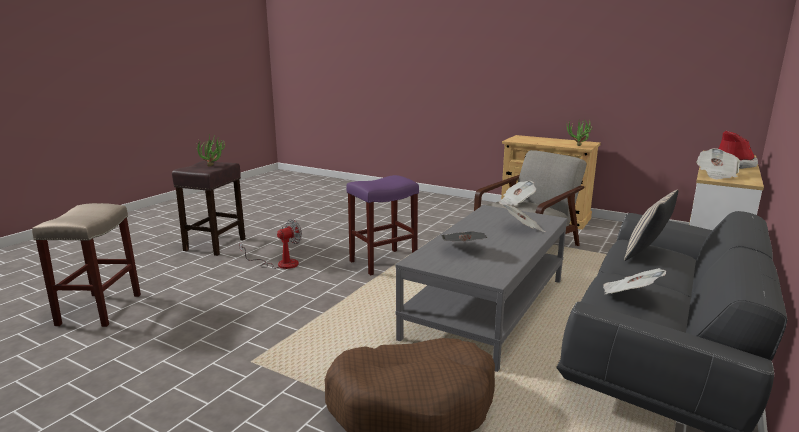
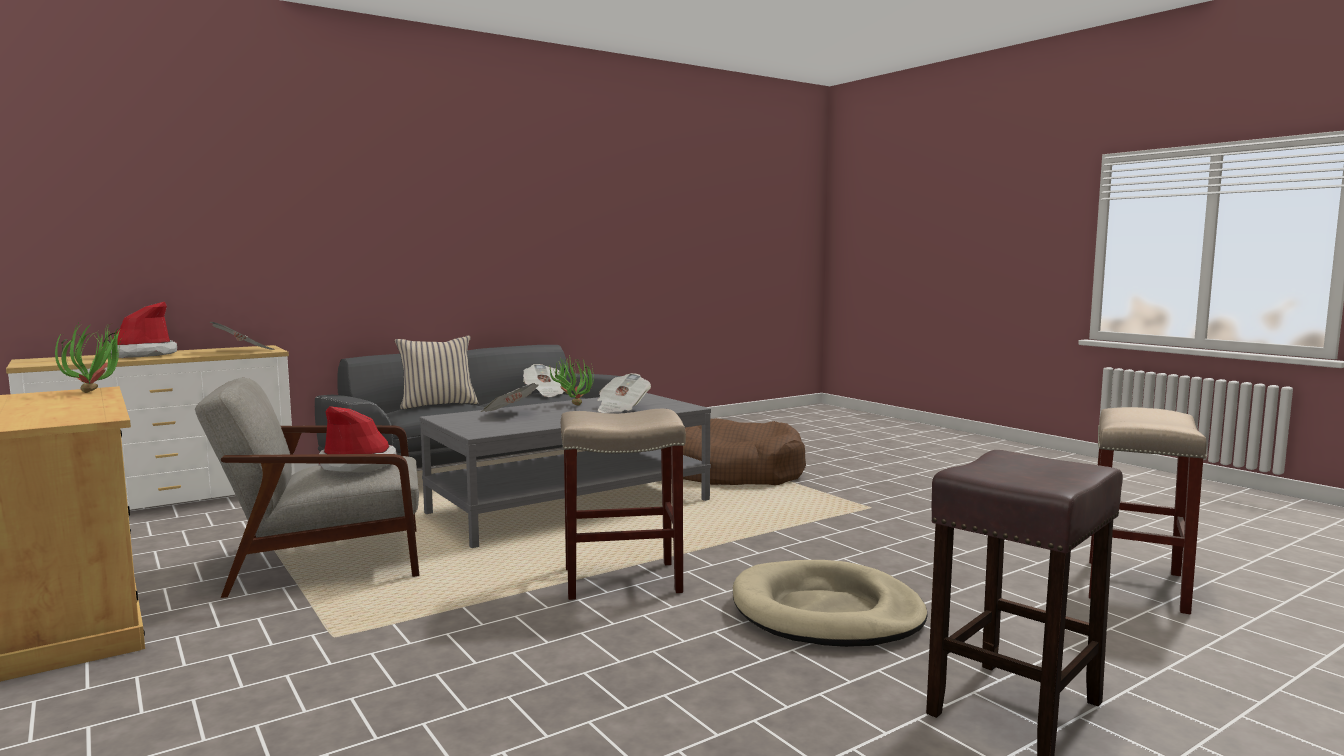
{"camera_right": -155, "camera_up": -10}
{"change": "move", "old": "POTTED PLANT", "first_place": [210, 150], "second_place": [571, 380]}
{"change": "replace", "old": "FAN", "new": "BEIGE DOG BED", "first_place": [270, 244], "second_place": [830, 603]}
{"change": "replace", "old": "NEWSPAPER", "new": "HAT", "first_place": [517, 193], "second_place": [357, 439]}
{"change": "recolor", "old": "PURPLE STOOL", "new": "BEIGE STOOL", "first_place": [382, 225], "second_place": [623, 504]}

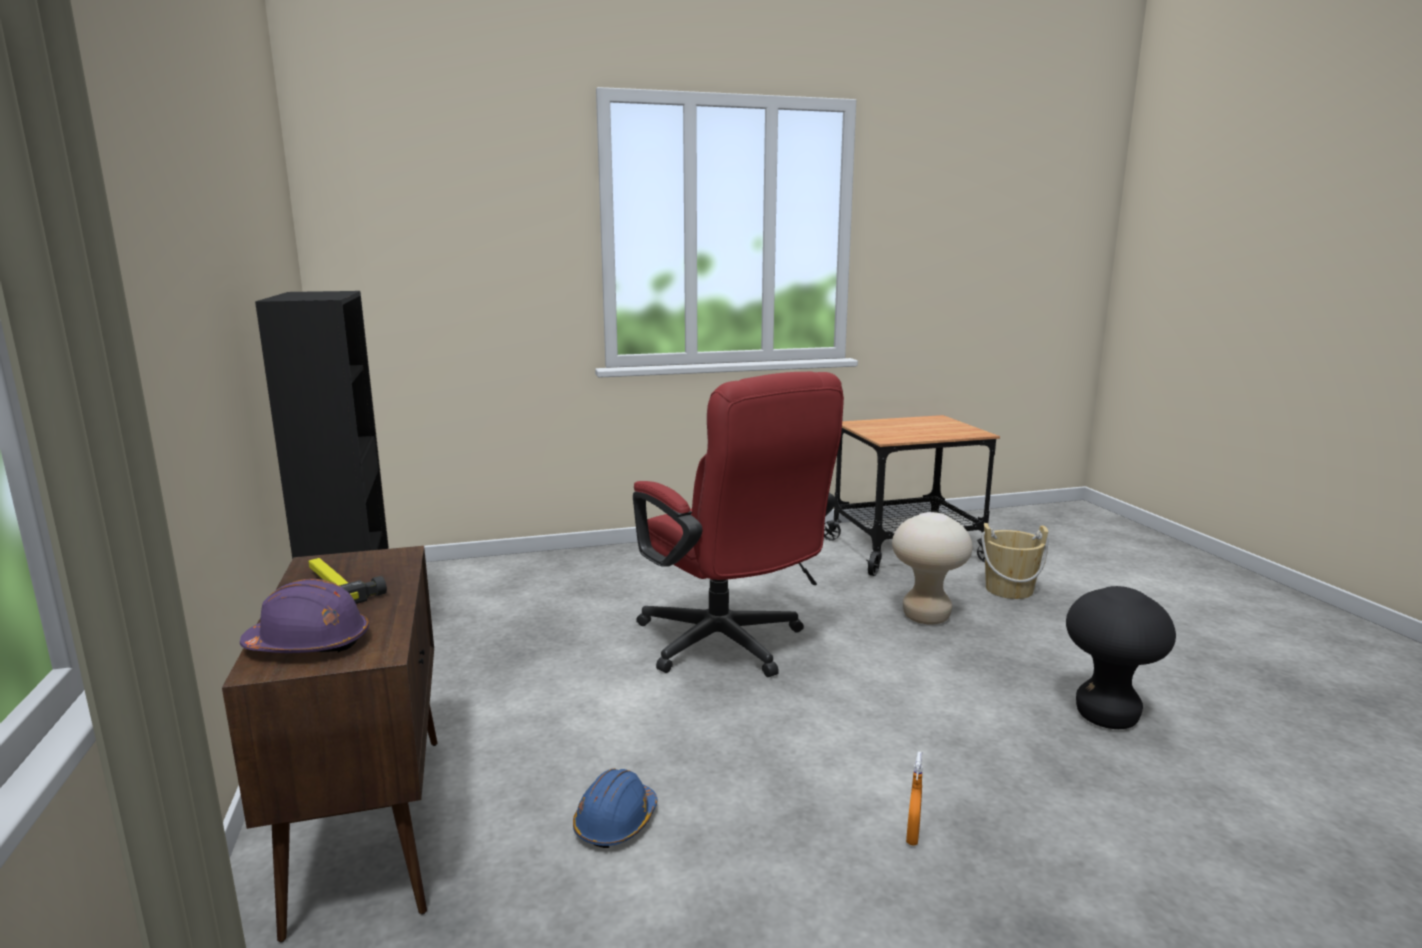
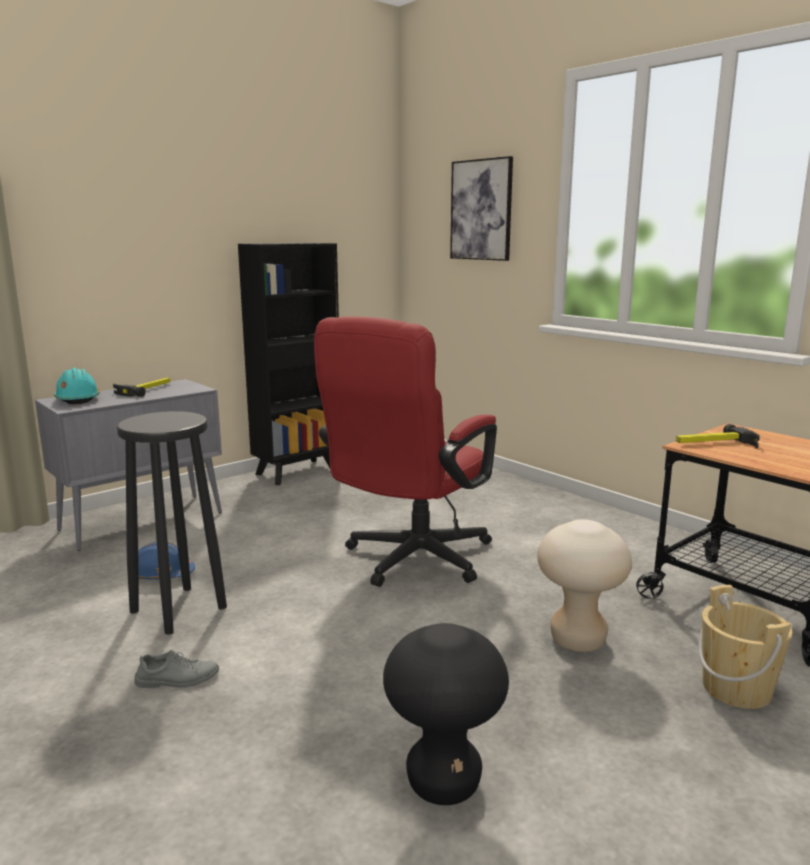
{"camera_right": 65, "camera_up": 0}
{"change": "insert", "new": "BLACK STOOL", "second_place": [172, 523]}
{"change": "insert", "new": "PICTURE", "second_place": [481, 208]}
{"change": "insert", "new": "HAMMER", "second_place": [718, 436]}
{"change": "replace", "old": "ORANGE SPRAY BOTTLE", "new": "GREY SHOE", "first_place": [914, 799], "second_place": [177, 669]}
{"change": "recolor", "old": "BROWN CABINET", "new": "GREY CABINET", "first_place": [329, 744], "second_place": [128, 465]}
{"change": "recolor", "old": "PURPLE HARD HAT", "new": "TURQUOISE HARD HAT", "first_place": [304, 616], "second_place": [77, 386]}

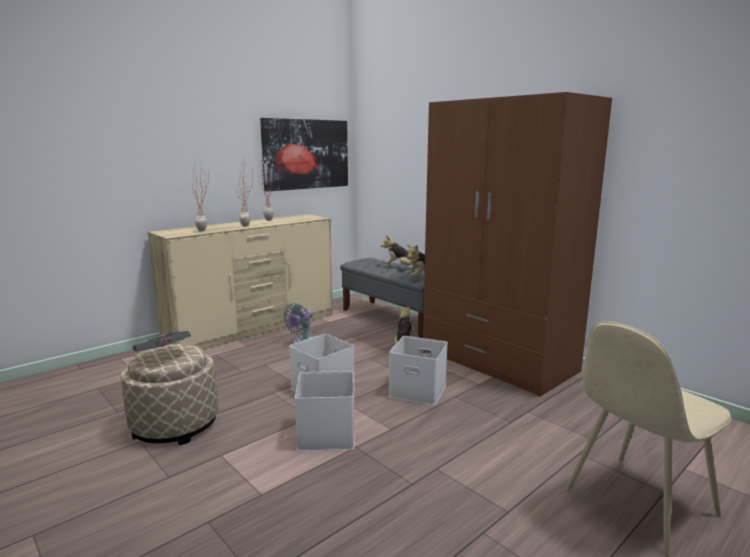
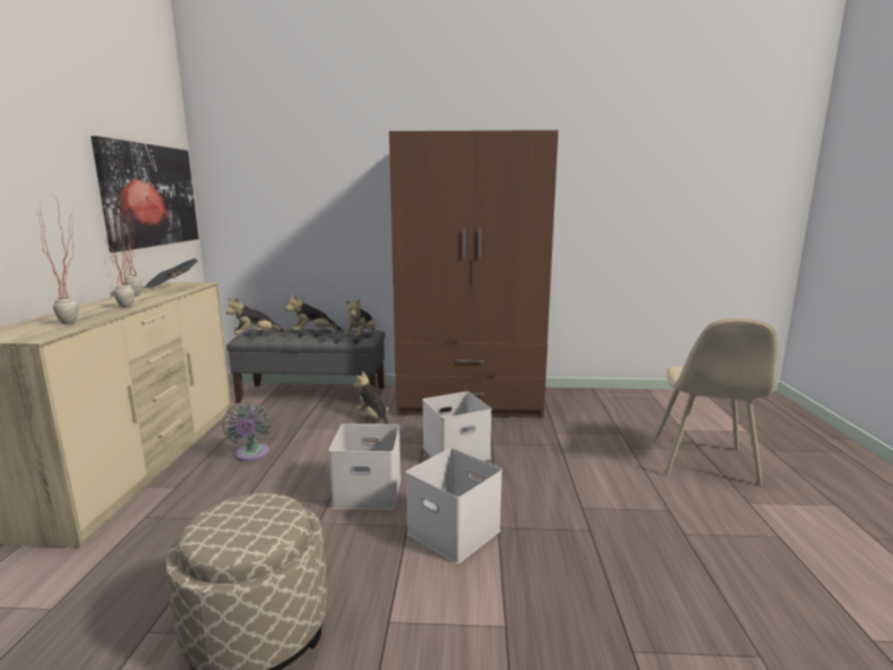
{"camera_right": -45, "camera_up": 0}
{"change": "insert", "new": "PLUSH TOY", "second_place": [255, 316]}
{"change": "move", "old": "NEWSPAPER", "first_place": [161, 341], "second_place": [170, 273]}

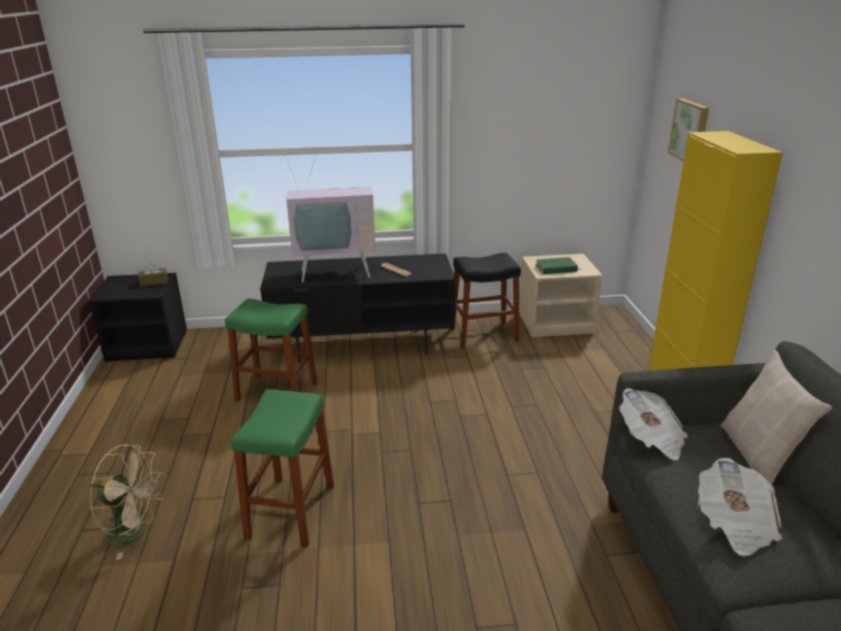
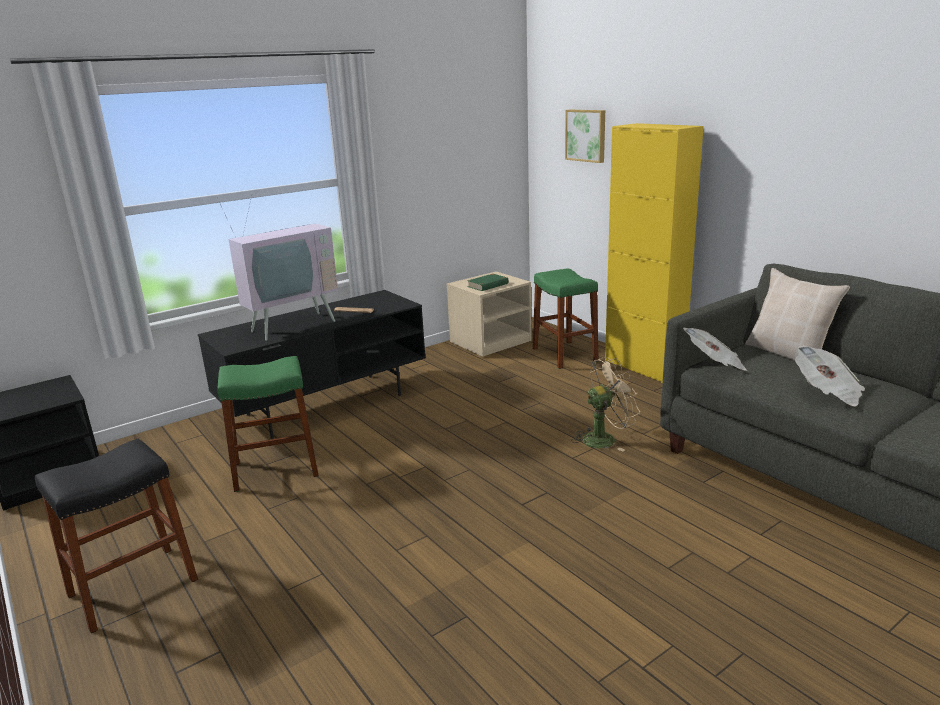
{"camera_right": -30, "camera_up": -5}
{"change": "delete", "old": "BROWN TISSUE BOX", "first_place": [153, 274]}
{"change": "move", "old": "BEIGE FAN", "first_place": [127, 502], "second_place": [605, 404]}
{"change": "move", "old": "GREEN STOOL", "first_place": [282, 468], "second_place": [566, 319]}
{"change": "move", "old": "BLACK STOOL", "first_place": [485, 301], "second_place": [116, 536]}

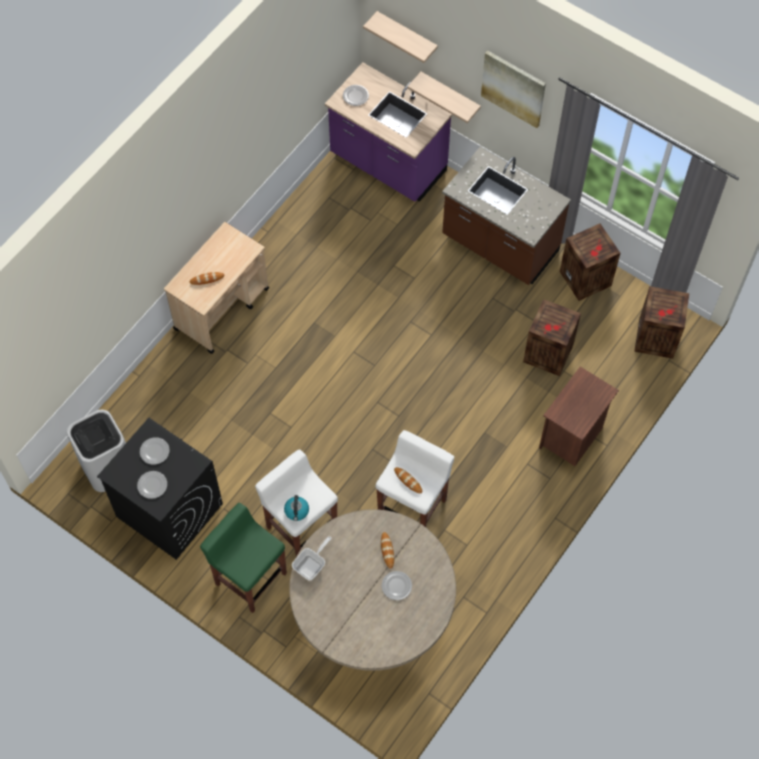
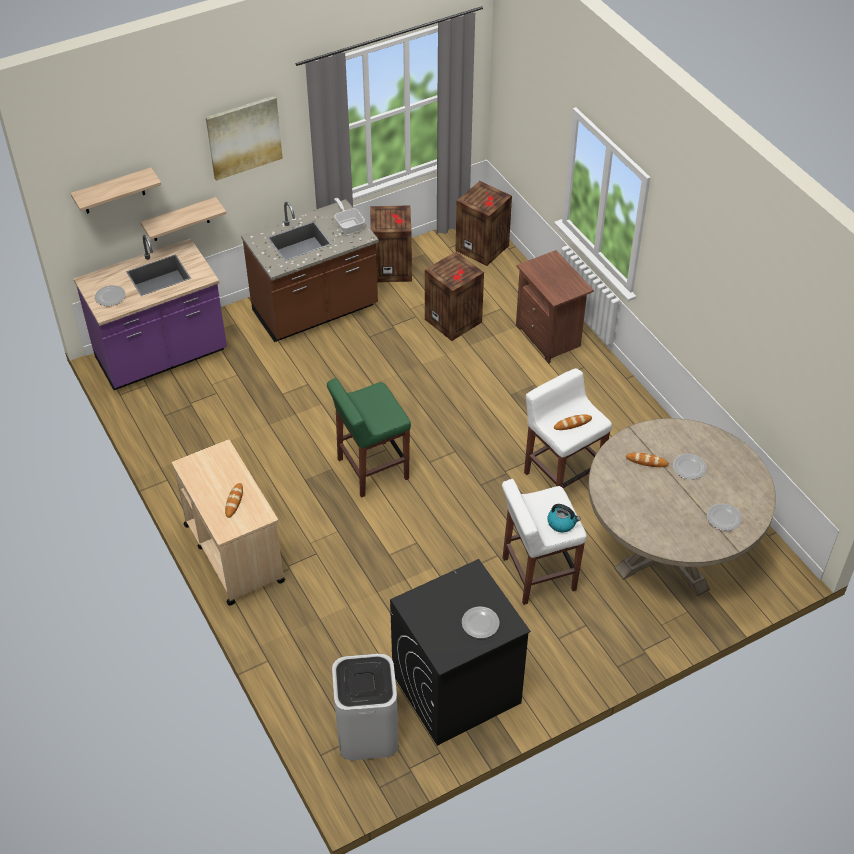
{"camera_right": -65, "camera_up": -15}
{"change": "move", "old": "PLATE", "first_place": [155, 451], "second_place": [724, 517]}
{"change": "move", "old": "GREEN STOOL", "first_place": [243, 558], "second_place": [369, 438]}
{"change": "move", "old": "FRYING PAN", "first_place": [312, 558], "second_place": [349, 216]}

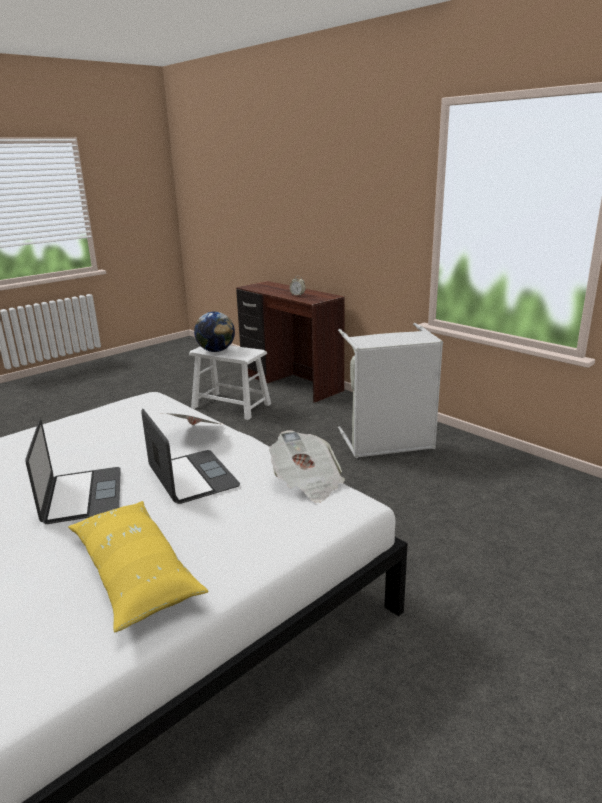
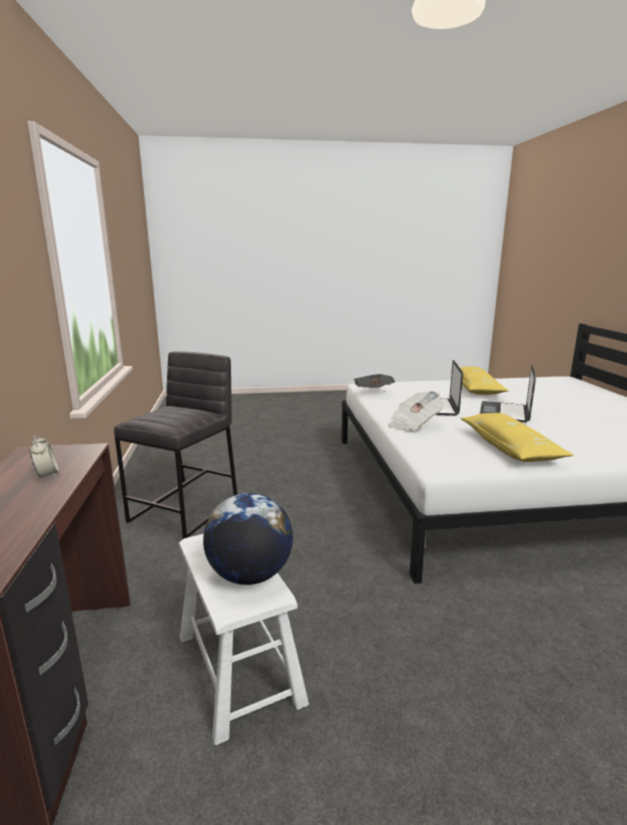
{"camera_right": -145, "camera_up": -5}
{"change": "insert", "new": "YELLOW PILLOW", "second_place": [517, 437]}
{"change": "replace", "old": "GREY LAUNDRY BASKET", "new": "GREY STOOL", "first_place": [390, 390], "second_place": [176, 445]}

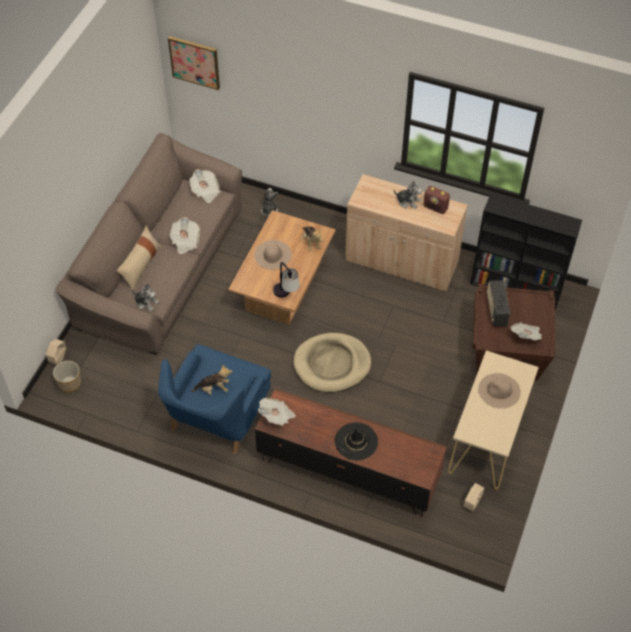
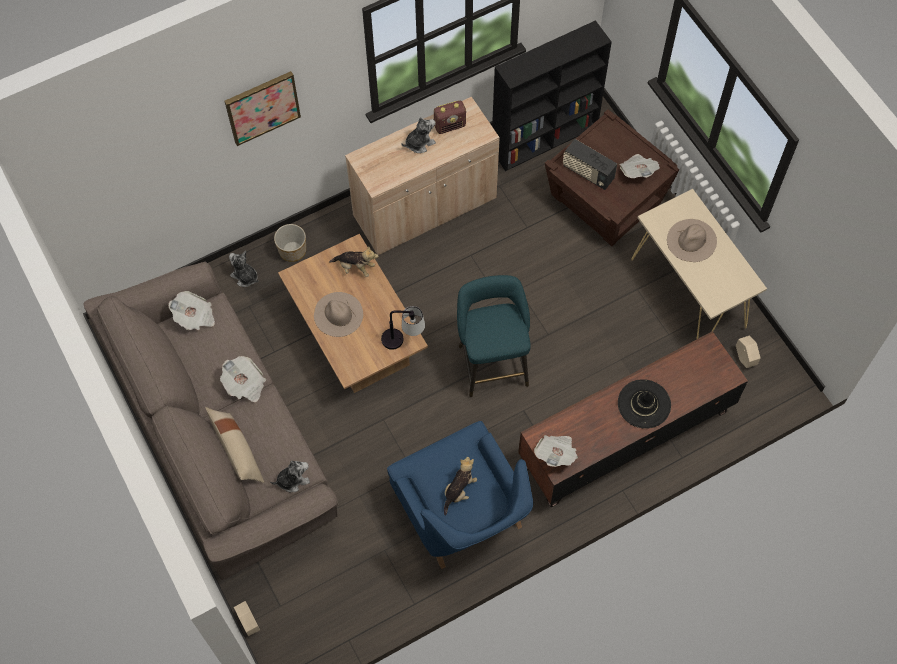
{"camera_right": -50, "camera_up": 10}
{"change": "move", "old": "PLANTER", "first_place": [67, 376], "second_place": [290, 243]}
{"change": "move", "old": "PICTURE", "first_place": [194, 63], "second_place": [263, 108]}
{"change": "replace", "old": "BEIGE DOG BED", "new": "TURQUOISE STOOL", "first_place": [332, 363], "second_place": [494, 336]}

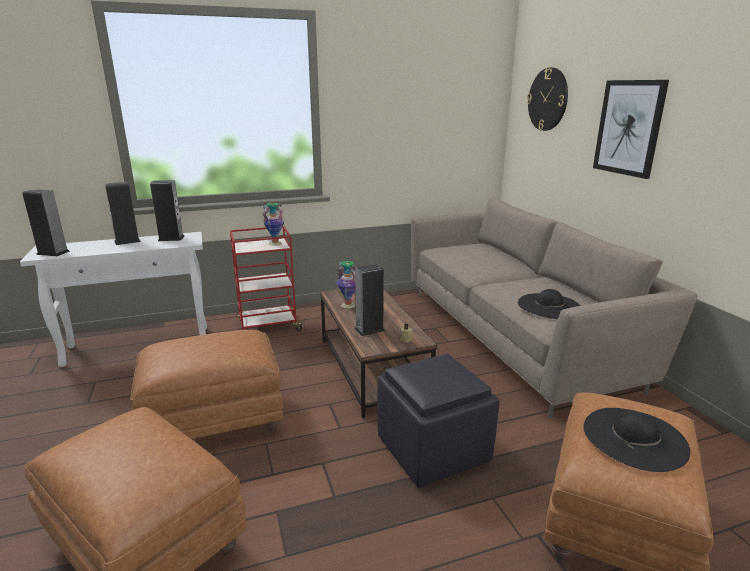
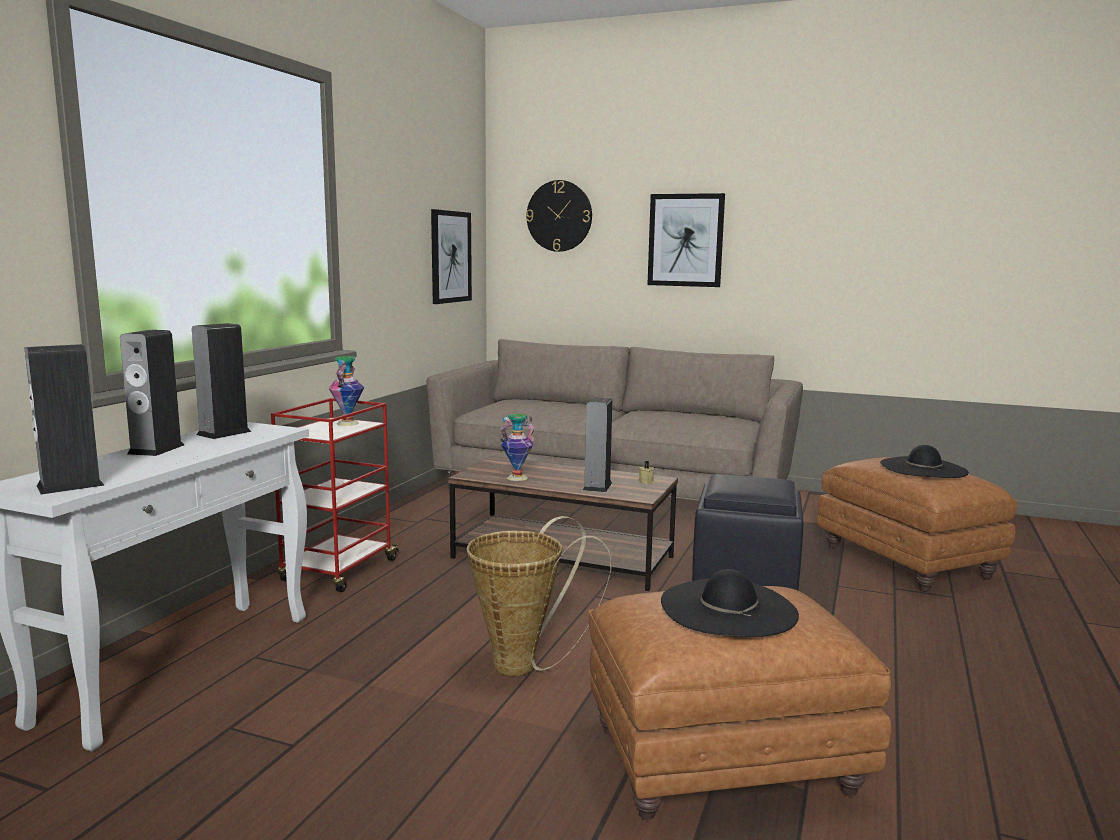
{"camera_right": -50, "camera_up": -10}
{"change": "insert", "new": "PICTURE", "second_place": [451, 256]}
{"change": "move", "old": "BLACK HAT", "first_place": [549, 304], "second_place": [730, 603]}
{"change": "replace", "old": "BROWN OTTOMAN", "new": "BASKET", "first_place": [207, 384], "second_place": [539, 596]}

